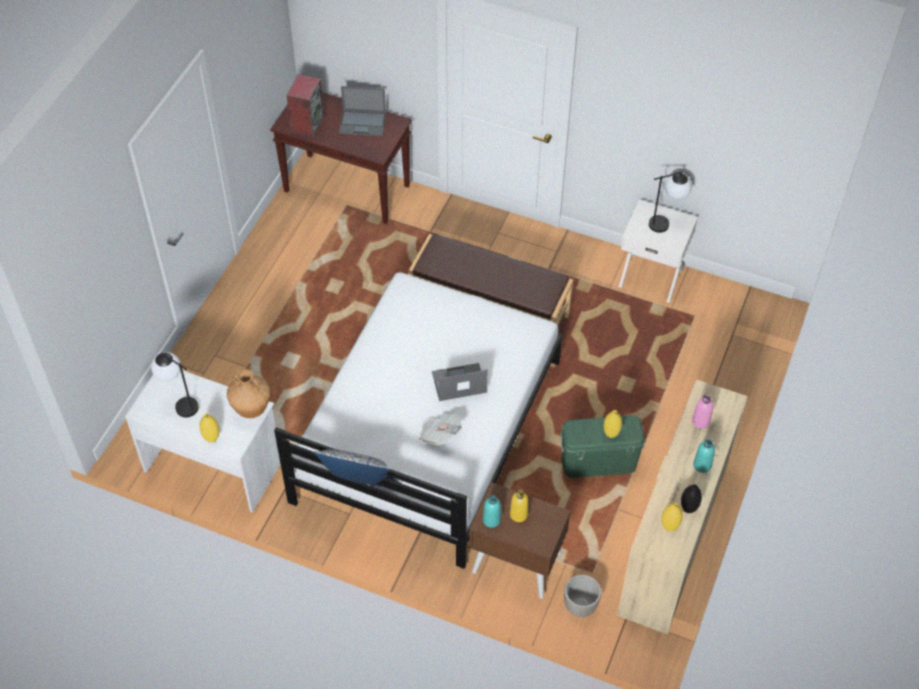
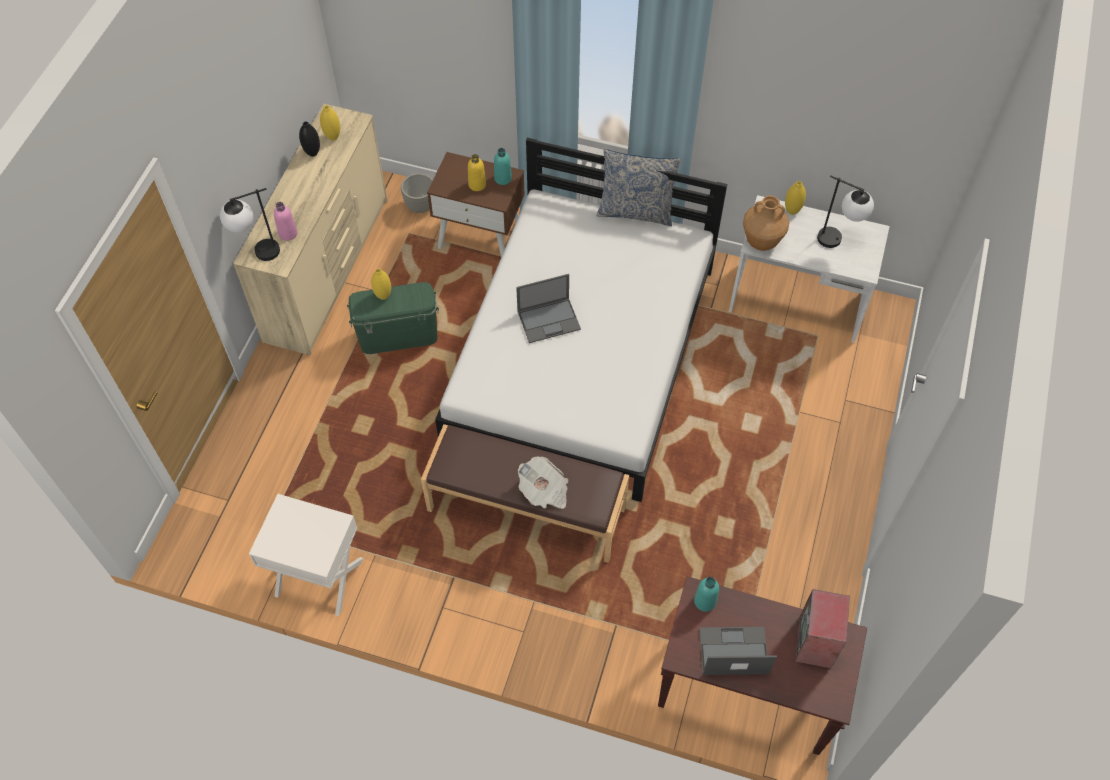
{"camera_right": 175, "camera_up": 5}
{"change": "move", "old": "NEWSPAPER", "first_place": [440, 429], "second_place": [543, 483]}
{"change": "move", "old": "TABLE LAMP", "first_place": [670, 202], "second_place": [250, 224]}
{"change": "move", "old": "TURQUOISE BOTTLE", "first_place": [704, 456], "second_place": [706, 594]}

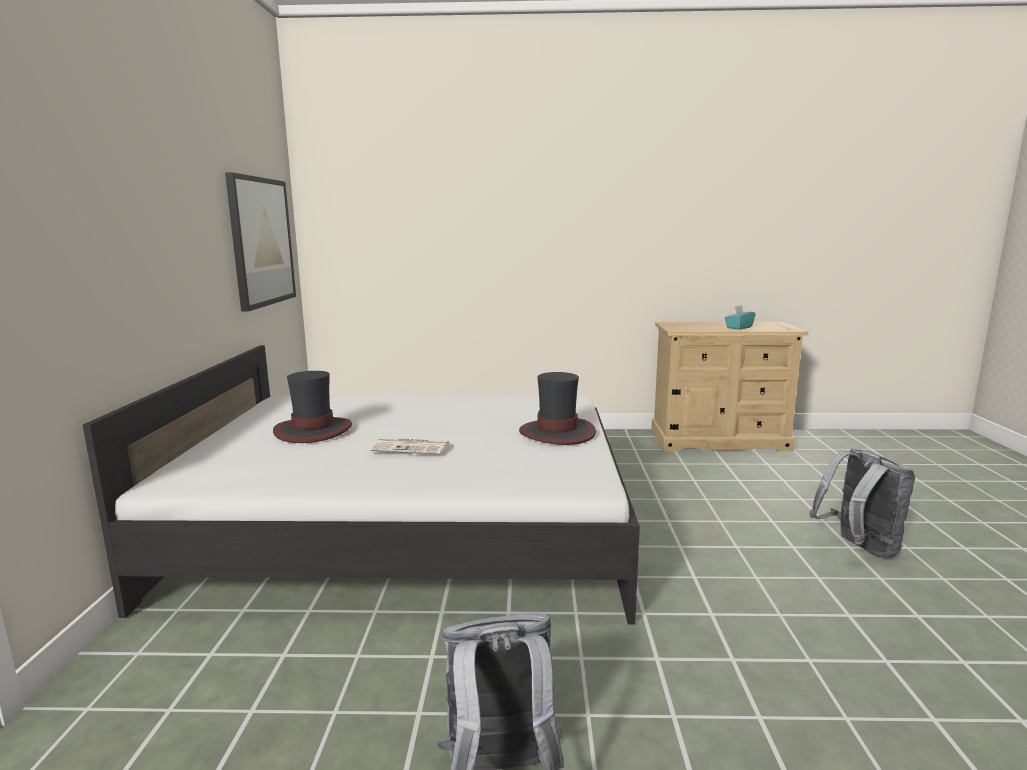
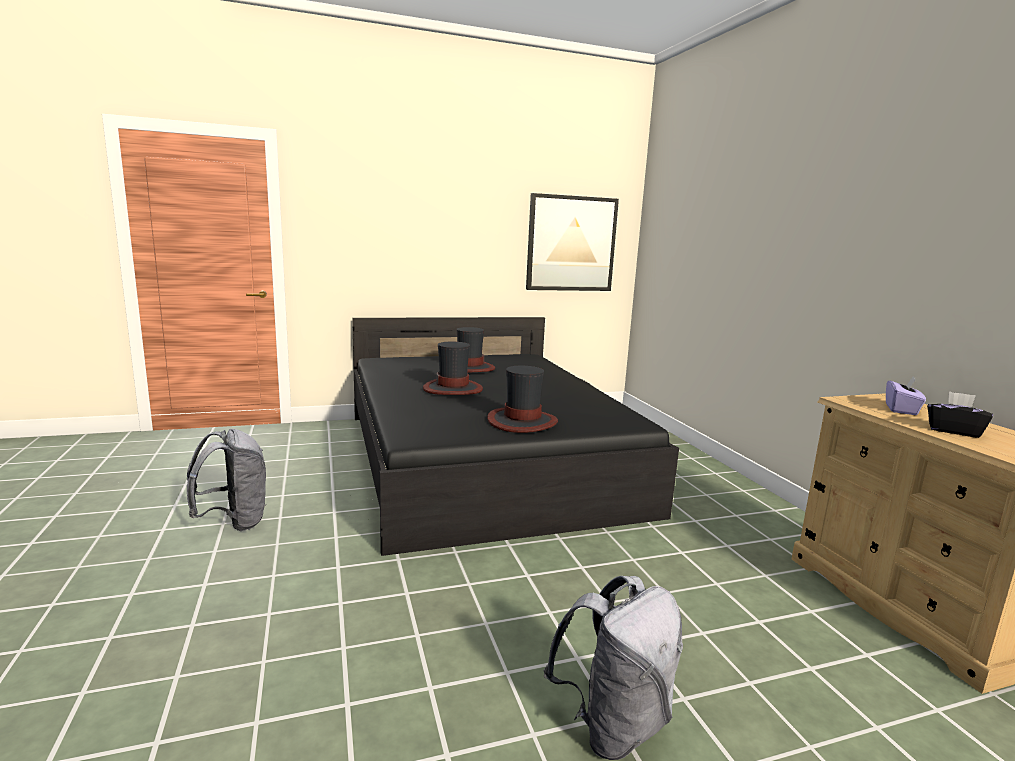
{"camera_right": 70, "camera_up": 0}
{"change": "insert", "new": "PURPLE TISSUE BOX", "second_place": [906, 396]}
{"change": "replace", "old": "NEWSPAPER", "new": "HAT", "first_place": [409, 446], "second_place": [453, 368]}
{"change": "recolor", "old": "WHITE BED", "new": "BLACK BED", "first_place": [361, 485], "second_place": [515, 436]}
{"change": "recolor", "old": "TURQUOISE TISSUE BOX", "new": "BLACK TISSUE BOX", "first_place": [740, 317], "second_place": [960, 414]}

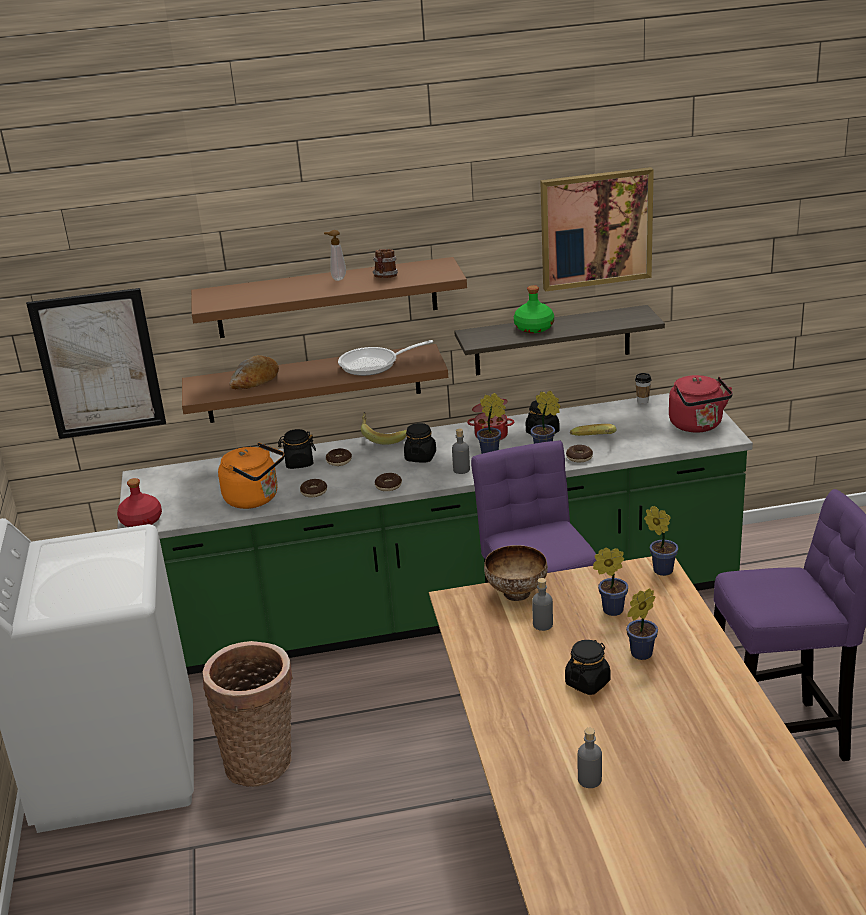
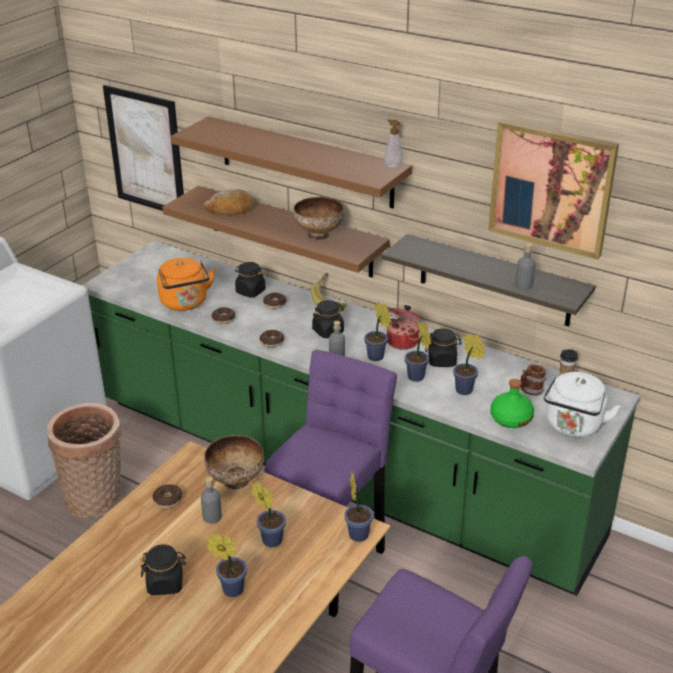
{"camera_right": 40, "camera_up": 5}
{"change": "delete", "old": "RED BOTTLE", "first_place": [139, 502]}
{"change": "move", "old": "SOAP DISPENSER", "first_place": [335, 255], "second_place": [393, 143]}
{"change": "move", "old": "MUG", "first_place": [385, 263], "second_place": [533, 379]}
{"change": "move", "old": "GREEN BOTTLE", "first_place": [534, 309], "second_place": [512, 403]}
{"change": "move", "old": "DONUT", "first_place": [579, 453], "second_place": [167, 496]}
{"change": "move", "old": "GREY BOTTLE", "first_place": [590, 758], "second_place": [525, 266]}
{"change": "replace", "old": "FRYING PAN", "new": "BOWL", "first_place": [385, 358], "second_place": [318, 218]}
{"change": "replace", "old": "BANANA", "new": "POTTED PLANT", "first_place": [593, 430], "second_place": [469, 364]}
{"change": "recolor", "old": "RED KETTLE", "new": "WHITE KETTLE", "first_place": [701, 404], "second_place": [582, 404]}

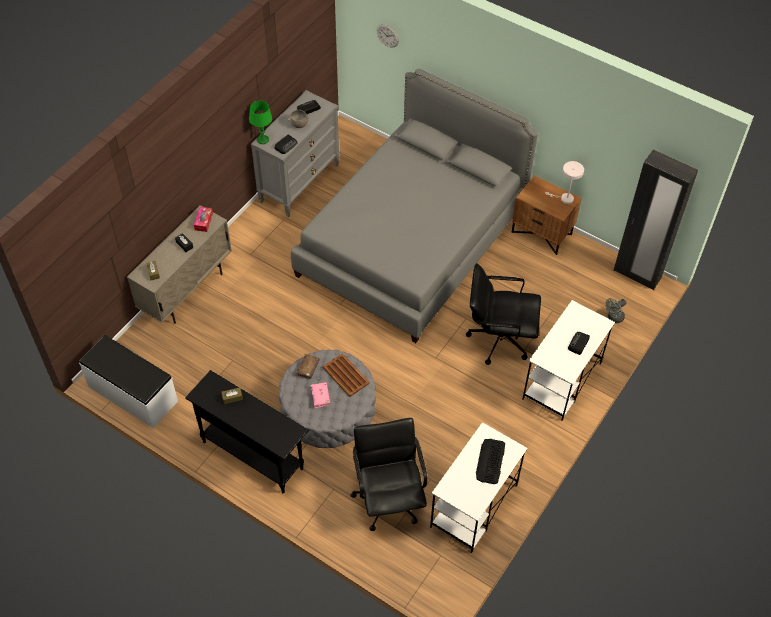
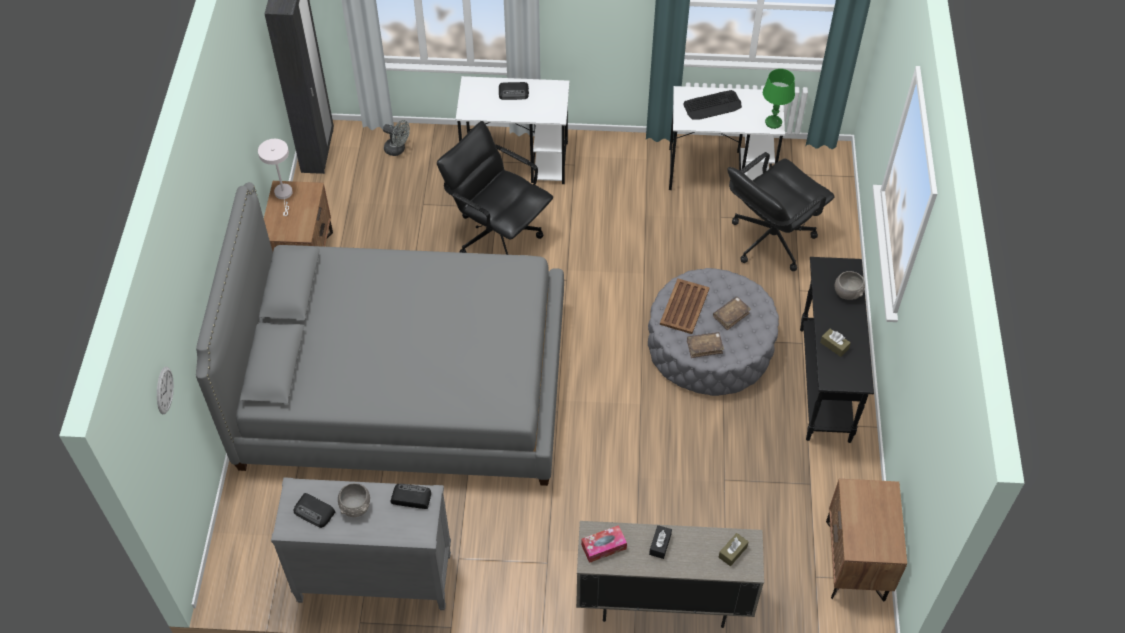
{"camera_right": -120, "camera_up": 0}
{"change": "insert", "new": "GREY BOWL", "second_place": [850, 285]}
{"change": "move", "old": "GREEN TABLE LAMP", "first_place": [260, 122], "second_place": [779, 99]}
{"change": "replace", "old": "WHITE BENCH", "new": "BROWN NIGHTSTAND", "first_place": [128, 381], "second_place": [866, 540]}
{"change": "recolor", "old": "PINK BOOK", "new": "BROWN BOOK", "first_place": [320, 395], "second_place": [732, 313]}
{"change": "rotate", "old": "BLACK OFFICE CHAIR", "first_place": [503, 314], "second_place": [495, 188], "degrees": 150}

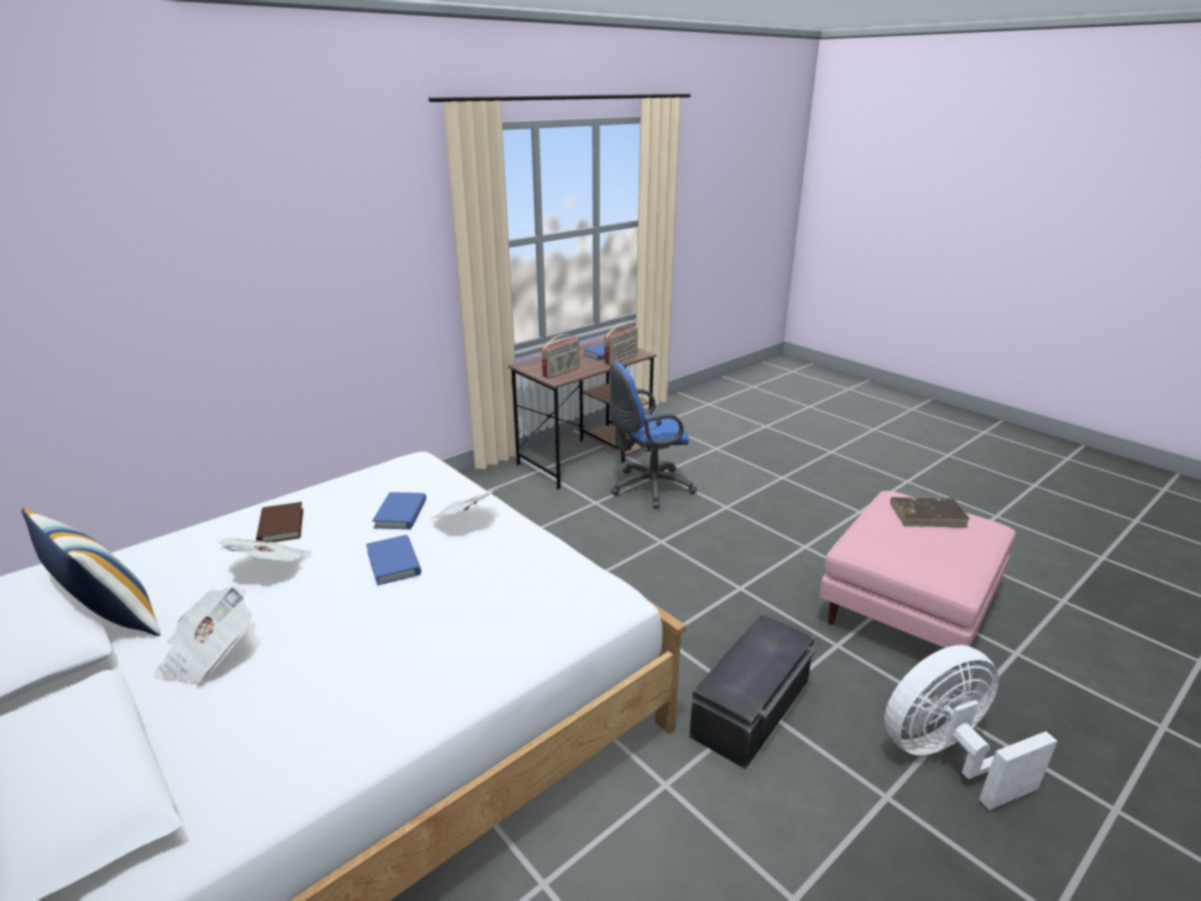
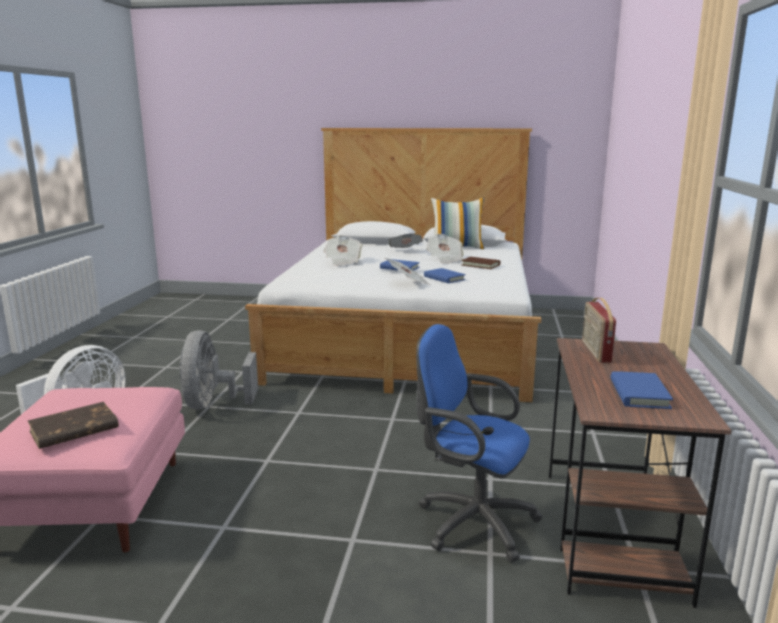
{"camera_right": 140, "camera_up": -10}
{"change": "delete", "old": "RADIO", "first_place": [621, 344]}
{"change": "insert", "new": "NEWSPAPER", "second_place": [343, 250]}
{"change": "replace", "old": "BLACK STORAGE BOX", "new": "GREY FAN", "first_place": [752, 691], "second_place": [218, 370]}
{"change": "rotate", "old": "BLUE OFFICE CHAIR", "first_place": [653, 435], "second_place": [479, 443], "degrees": -90}

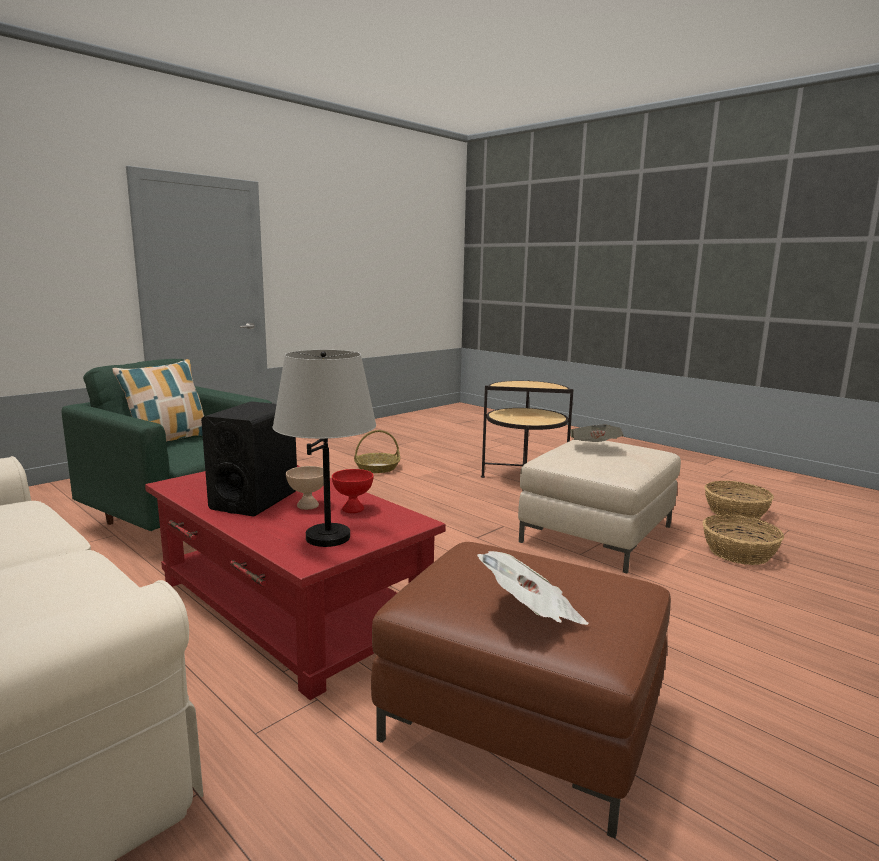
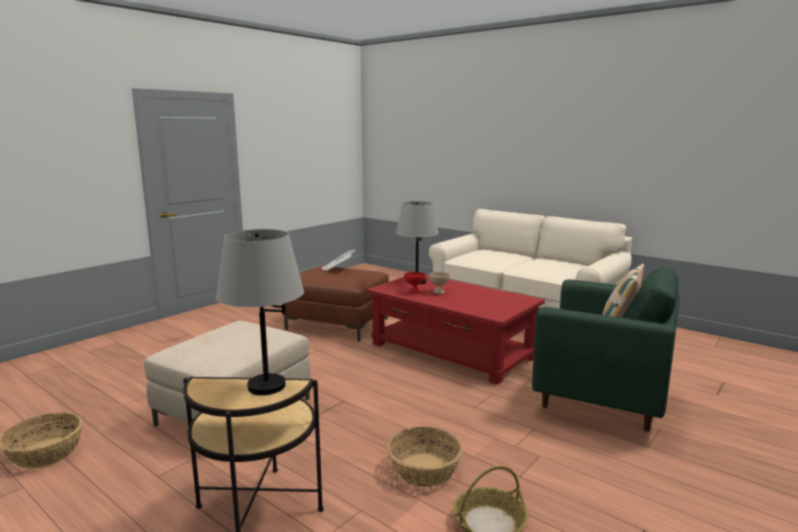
{"camera_right": 175, "camera_up": 0}
{"change": "delete", "old": "BLACK SPEAKER", "first_place": [249, 459]}
{"change": "delete", "old": "NEWSPAPER", "first_place": [597, 433]}
{"change": "insert", "new": "GREY TABLE LAMP", "second_place": [260, 312]}
{"change": "move", "old": "BASKET", "first_place": [743, 539], "second_place": [424, 457]}

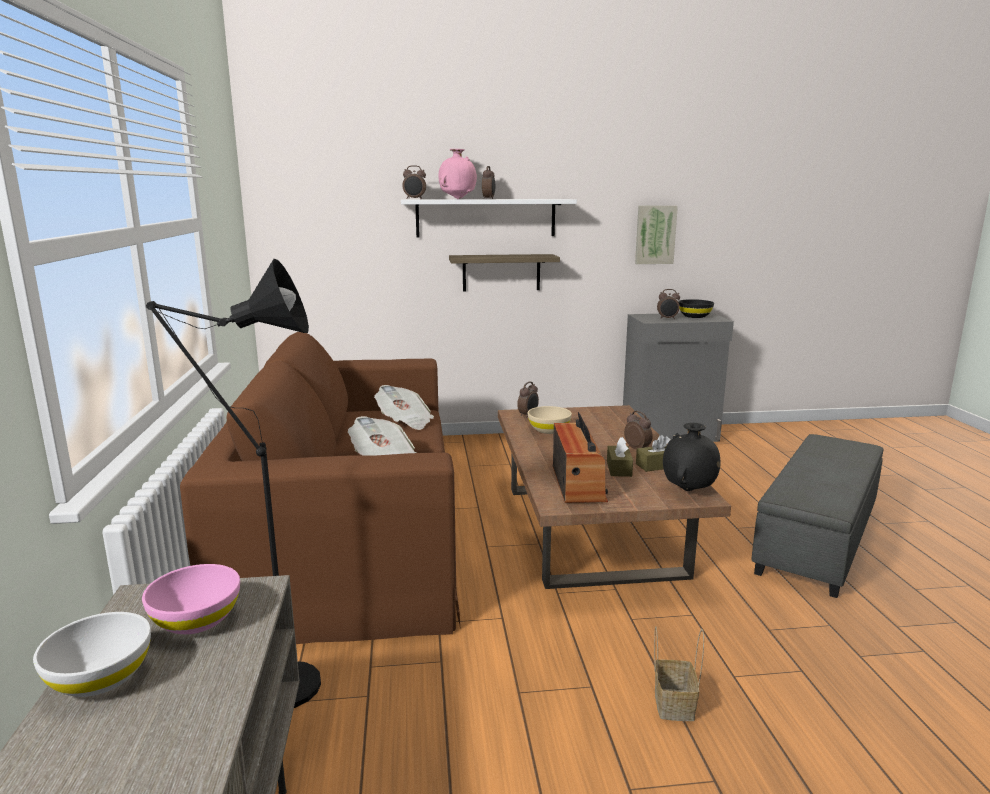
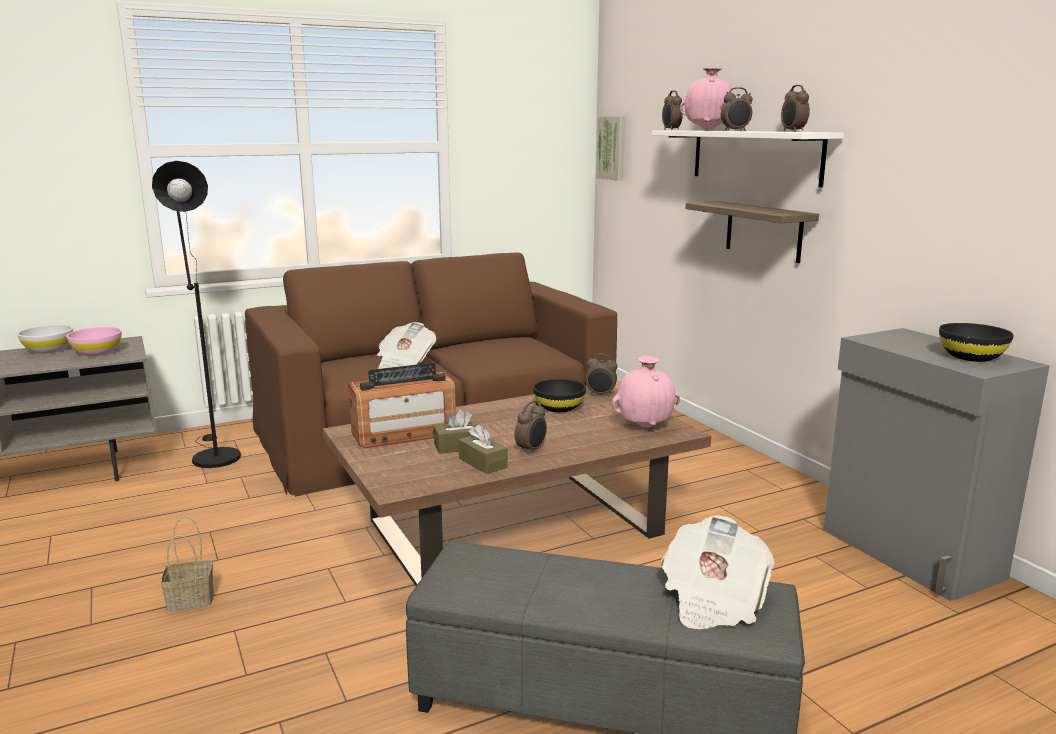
{"camera_right": 70, "camera_up": 0}
{"change": "delete", "old": "BLACK VASE", "first_place": [692, 457]}
{"change": "insert", "new": "PINK VASE", "second_place": [646, 392]}
{"change": "move", "old": "NEWSPAPER", "first_place": [404, 407], "second_place": [718, 572]}
{"change": "move", "old": "PICTURE", "first_place": [656, 235], "second_place": [610, 148]}
{"change": "move", "old": "ALARM CLOCK", "first_place": [668, 304], "second_place": [795, 108]}
{"change": "recolor", "old": "BEIGE BOWL", "new": "BLACK BOWL", "first_place": [550, 420], "second_place": [559, 395]}

